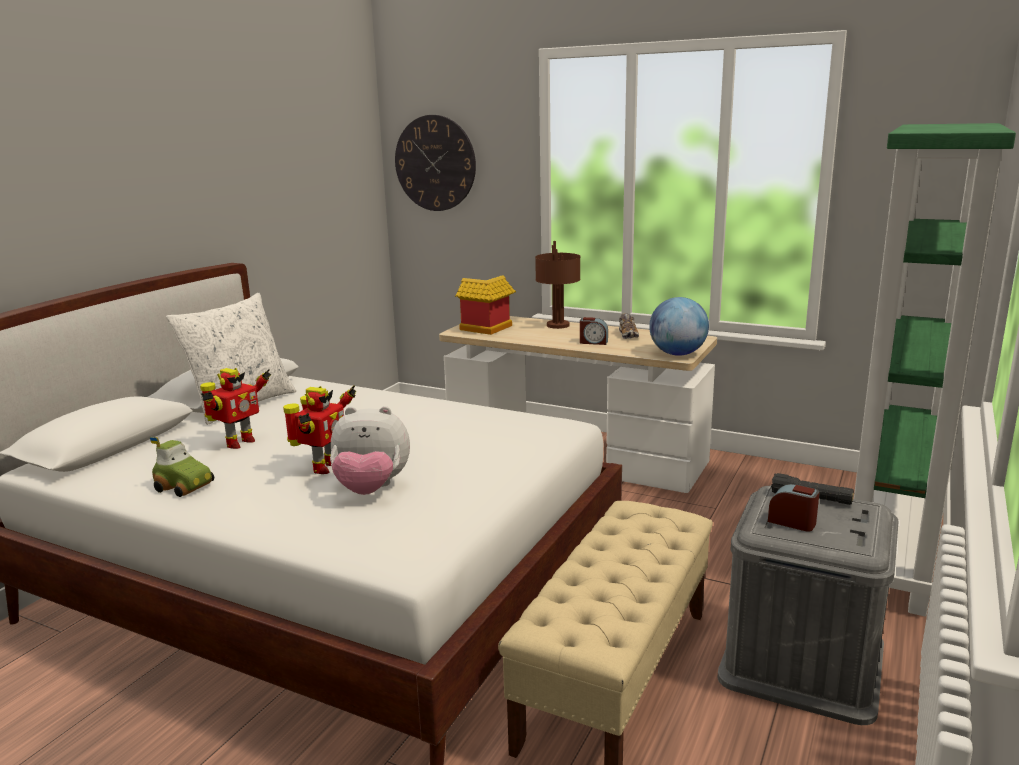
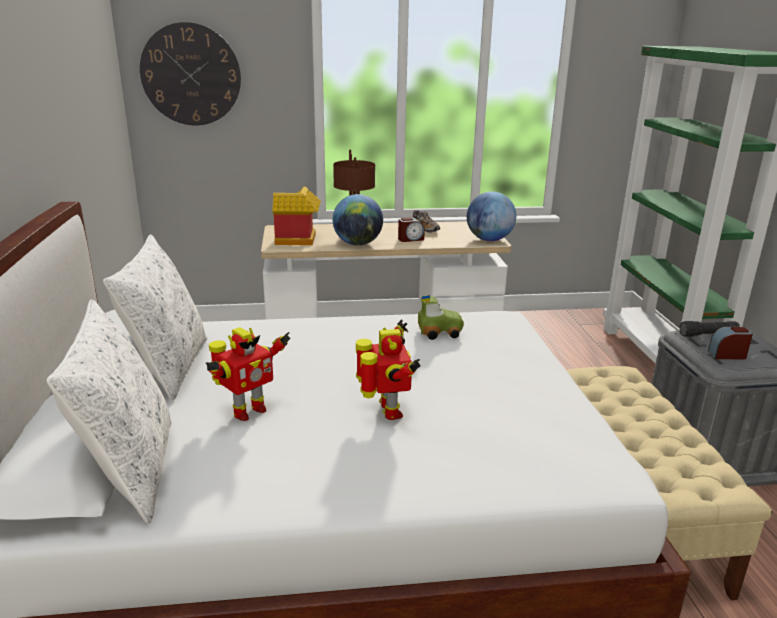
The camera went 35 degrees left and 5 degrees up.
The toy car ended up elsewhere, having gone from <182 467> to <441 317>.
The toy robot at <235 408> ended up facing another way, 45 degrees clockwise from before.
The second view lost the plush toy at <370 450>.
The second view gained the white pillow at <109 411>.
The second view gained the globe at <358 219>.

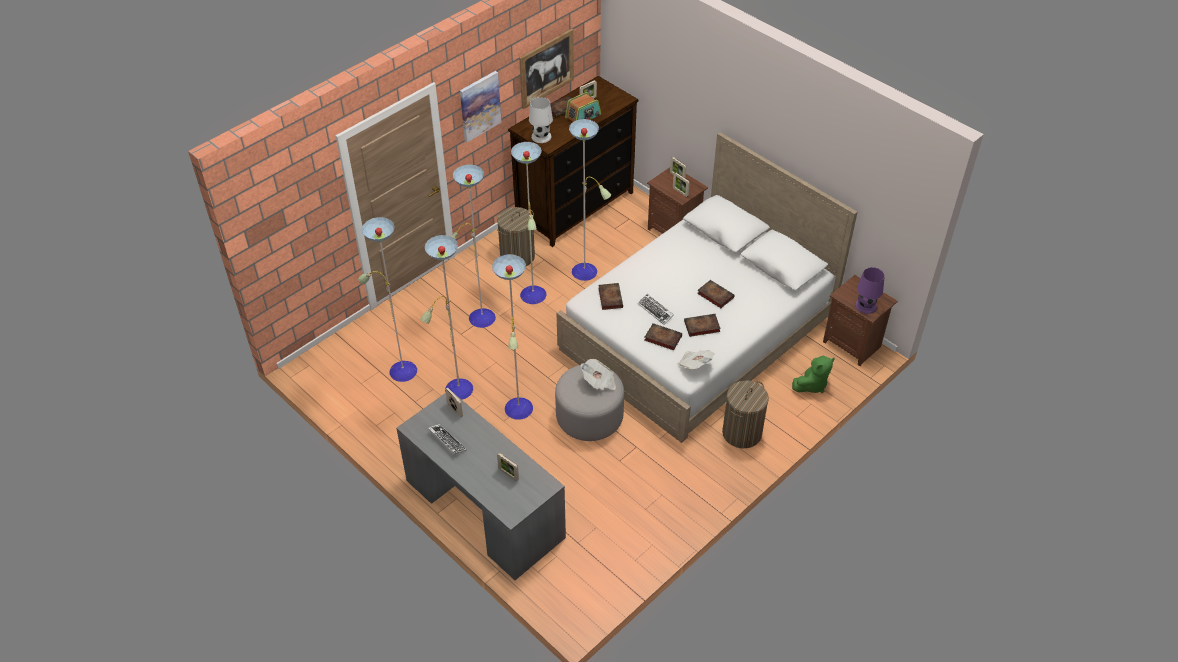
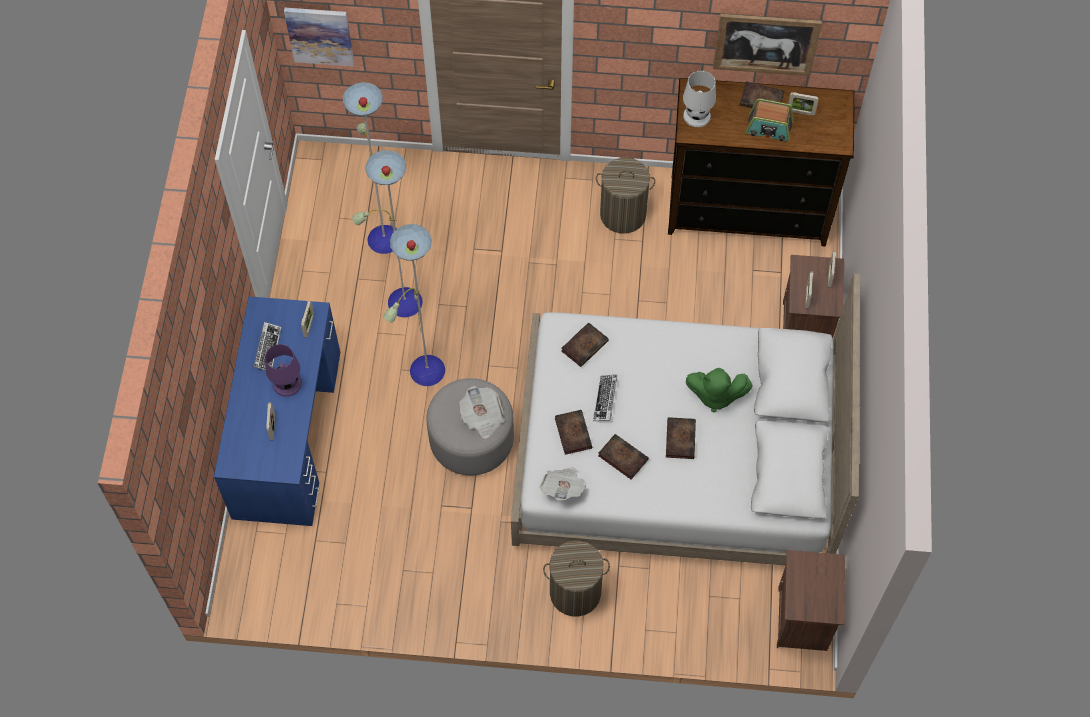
The camera went 50 degrees right and 15 degrees up.
What was the grey desk at <481 486> turned into the blue desk at <277 411>.
The second view lost the floor lamp at <531 223>.
The picture ended up elsewhere, having gone from <480 106> to <319 37>.
The green plush toy ended up elsewhere, having gone from <813 374> to <719 390>.
The purple table lamp ended up elsewhere, having gone from <870 290> to <283 370>.

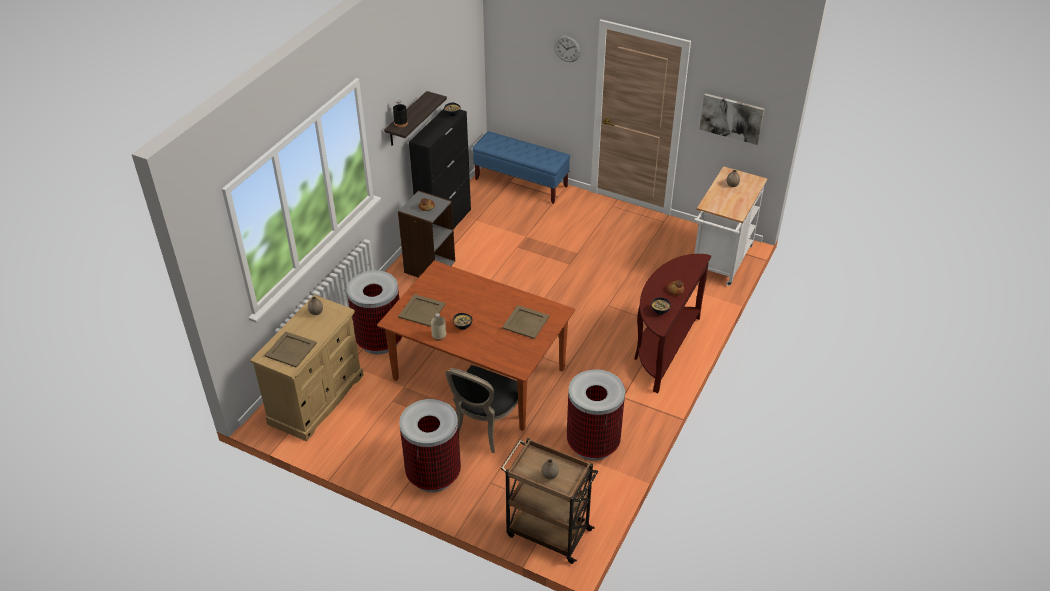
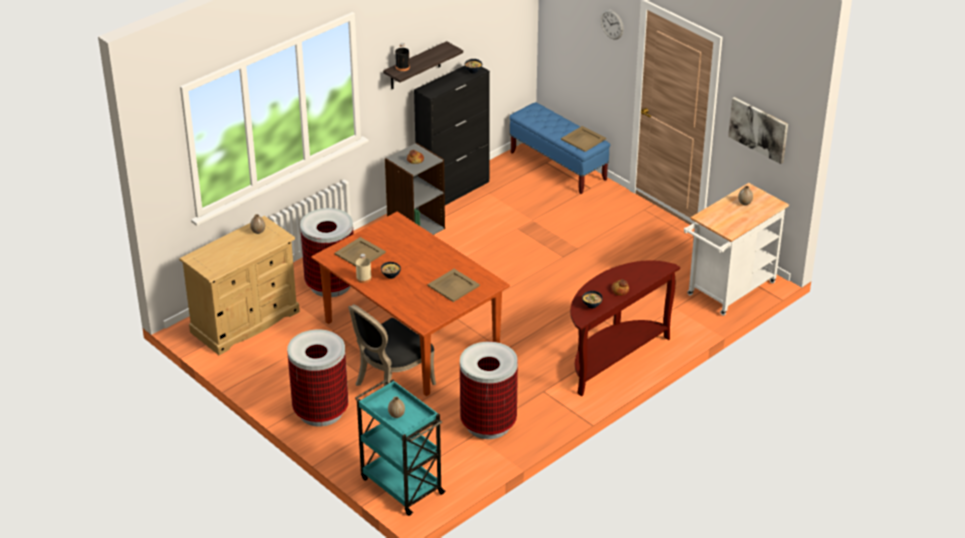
The camera went 20 degrees right and 5 degrees down.
The beige tray ended up elsewhere, having gone from <291 349> to <583 139>.
What was the brown cart at <549 501> turned into the turquoise cart at <400 447>.

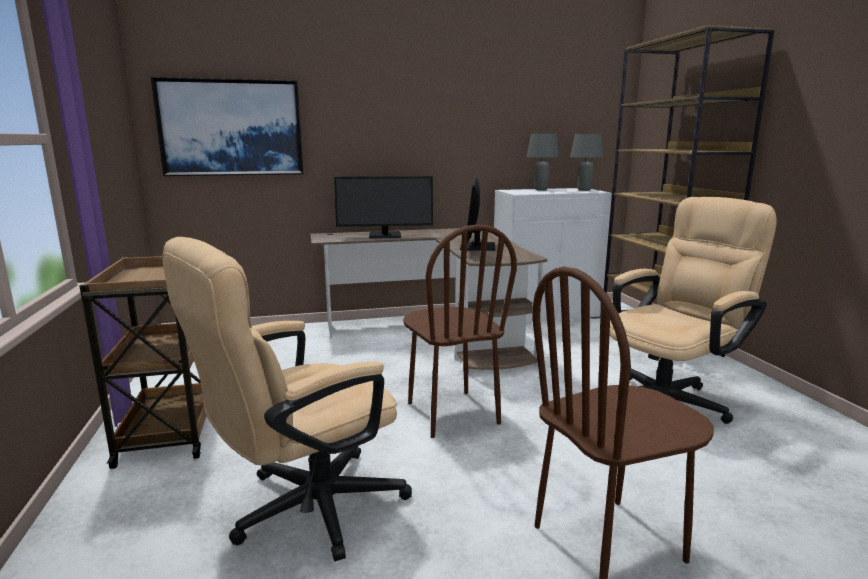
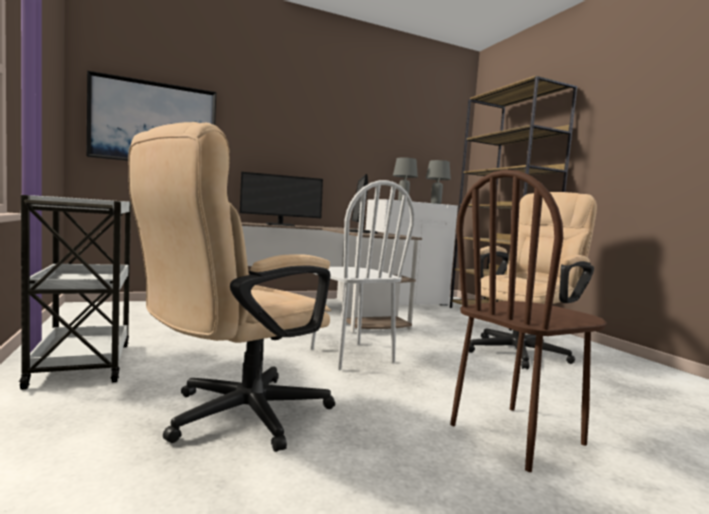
The camera went 10 degrees left and 10 degrees down.
What was the brown cart at <143 362> turned into the white cart at <75 292>.
What was the brown chair at <460 331> turned into the white chair at <362 275>.

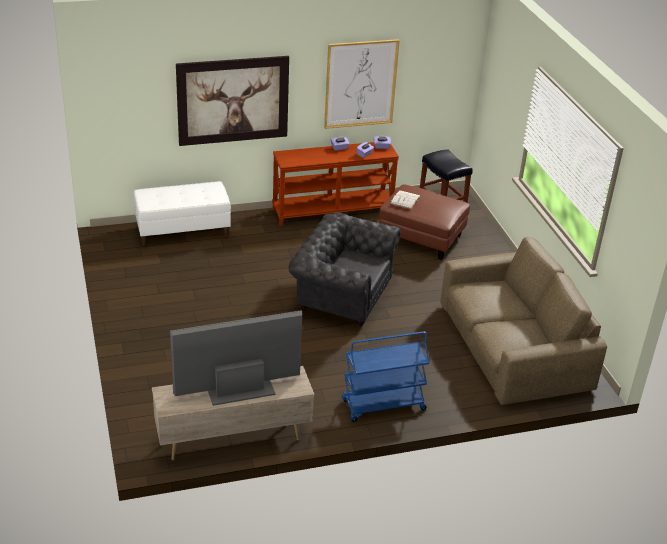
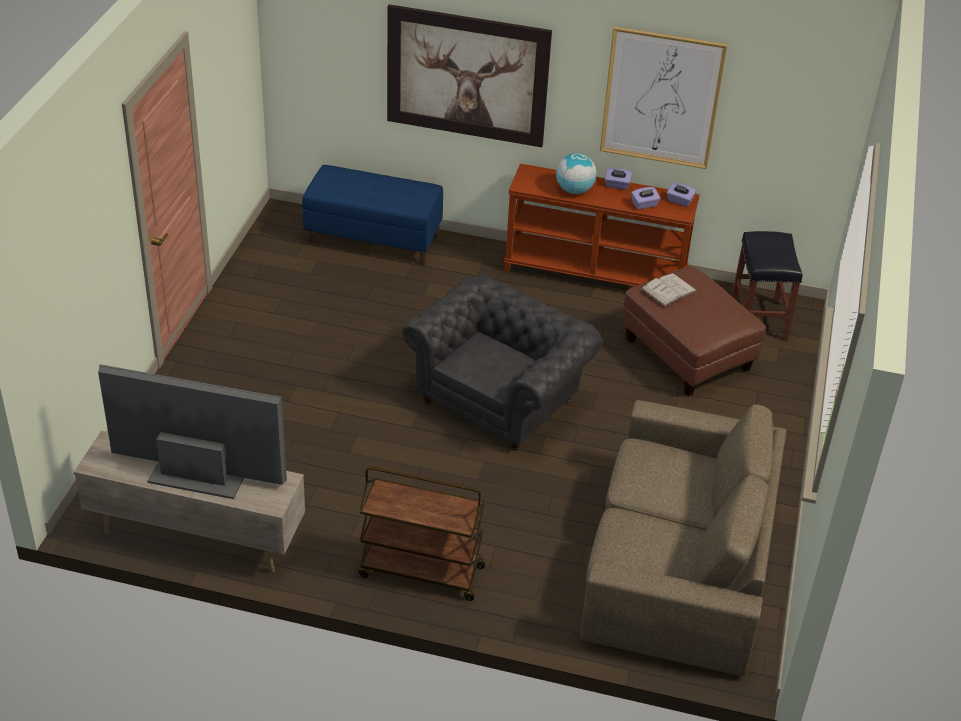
The camera went 30 degrees right and 5 degrees up.
What was the white bench at <182 213> turned into the blue bench at <372 215>.
The grey armchair at <344 269> ended up facing another way, 75 degrees clockwise from before.
What was the blue cart at <386 376> turned into the brown cart at <421 533>.
The second view gained the globe at <576 173>.

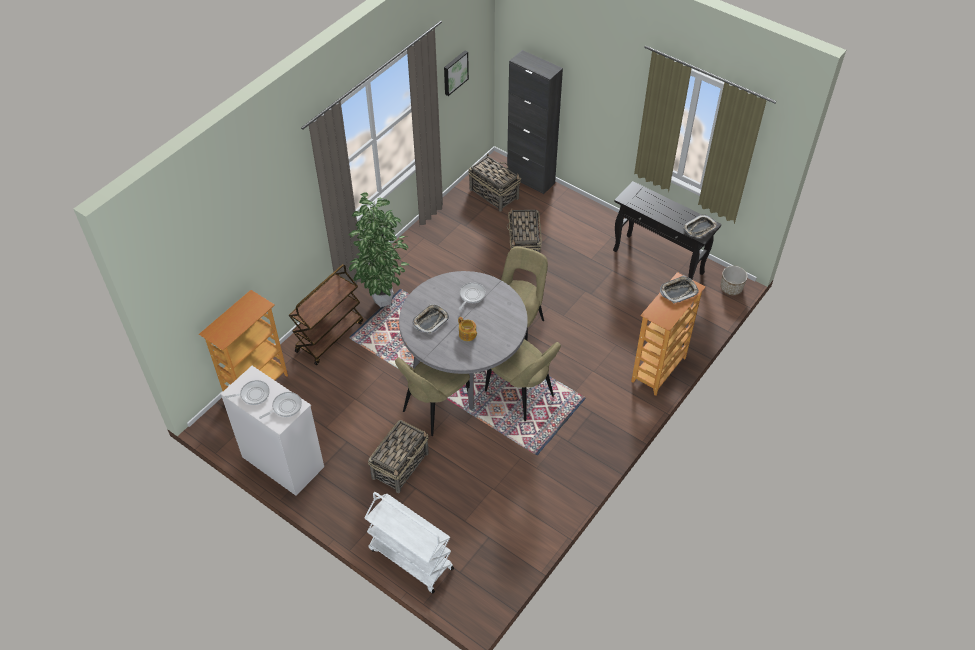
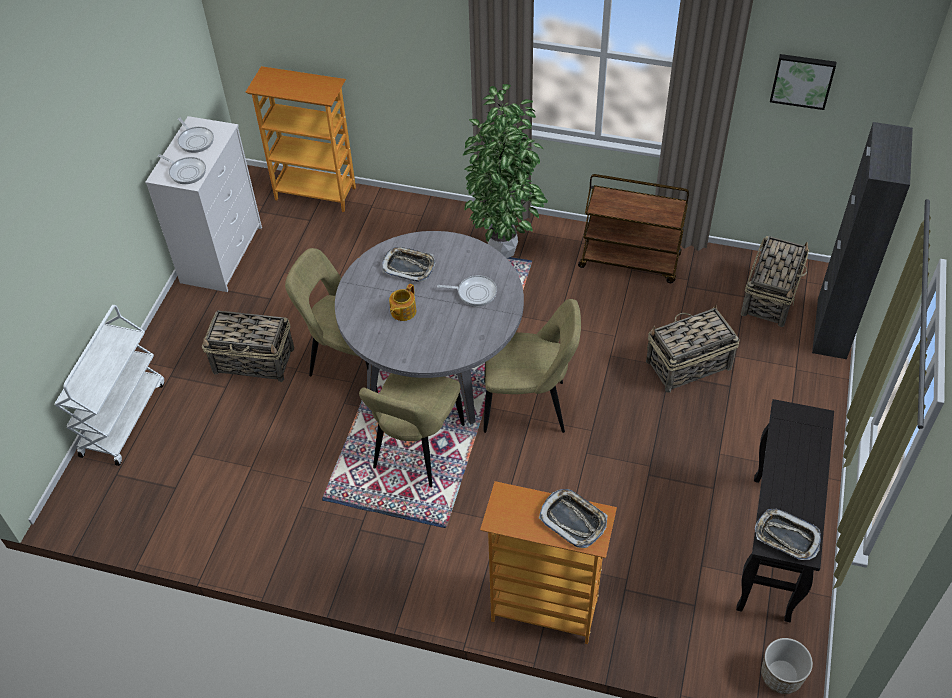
The camera went 70 degrees right and 0 degrees up.
The brown cart ended up elsewhere, having gone from <326 314> to <633 228>.

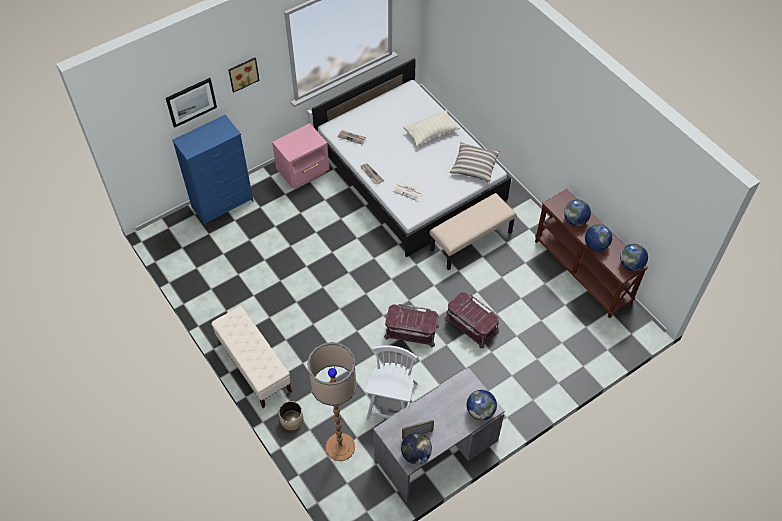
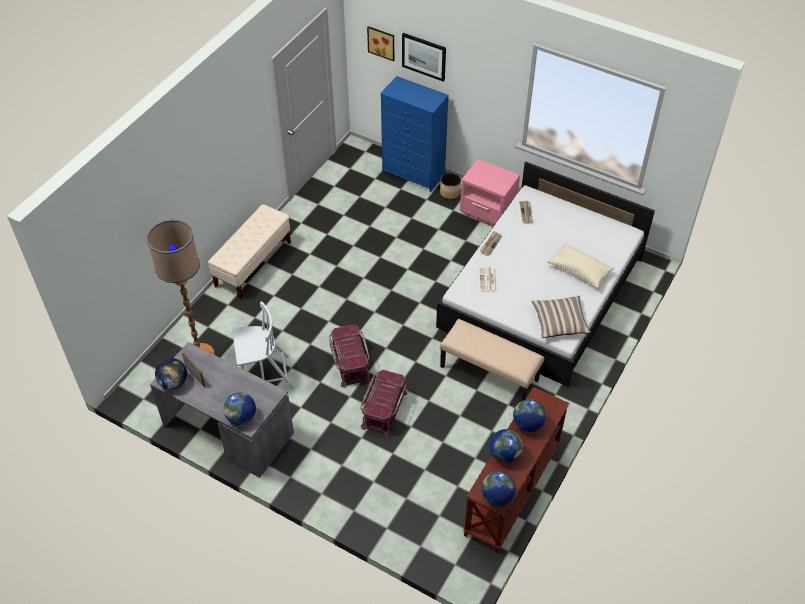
The camera went 65 degrees right and 5 degrees down.
The picture ended up elsewhere, having gone from <244 75> to <380 43>.
The planter ended up elsewhere, having gone from <291 415> to <450 186>.

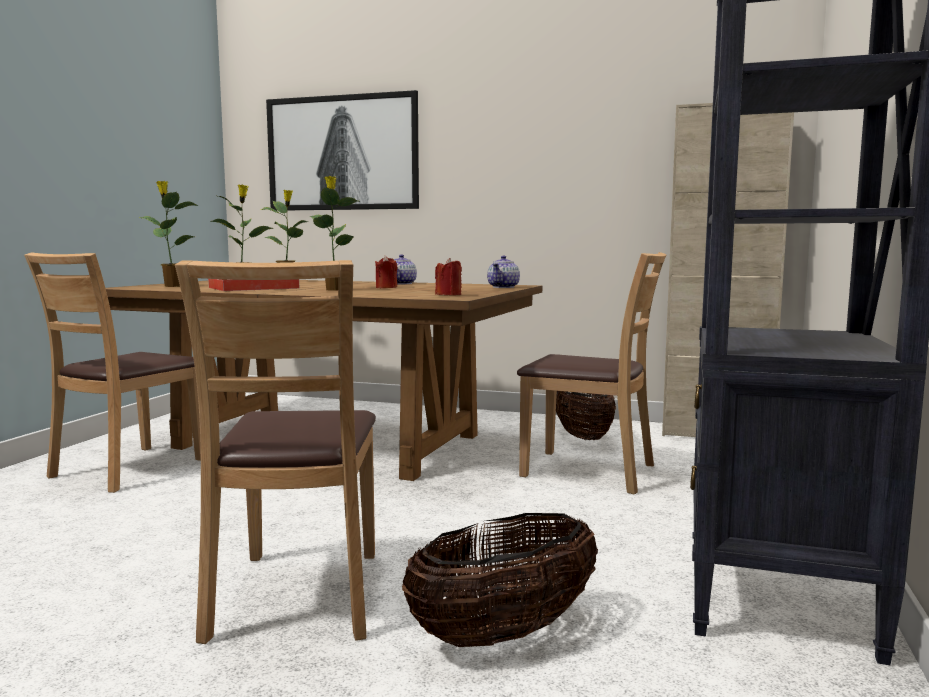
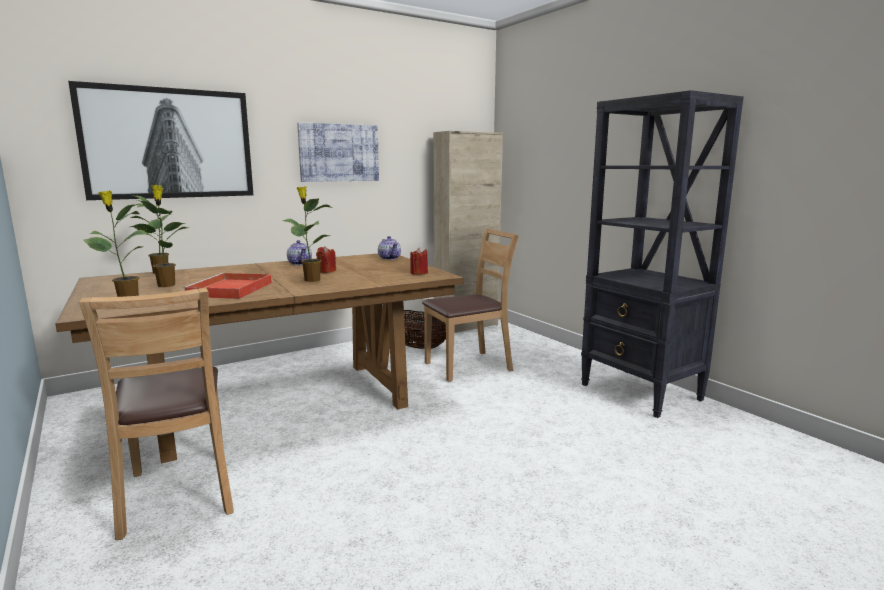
The camera went 50 degrees left and 5 degrees up.
The second view lost the brown chair at <275 452>.
The second view lost the basket at <500 580>.
The second view gained the picture at <338 152>.

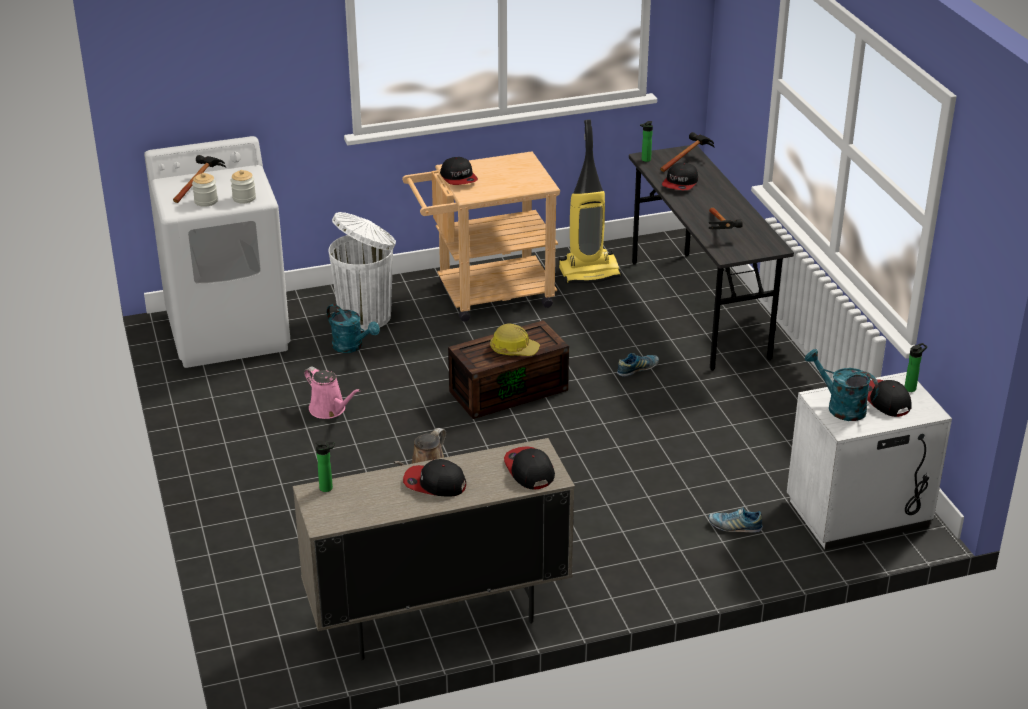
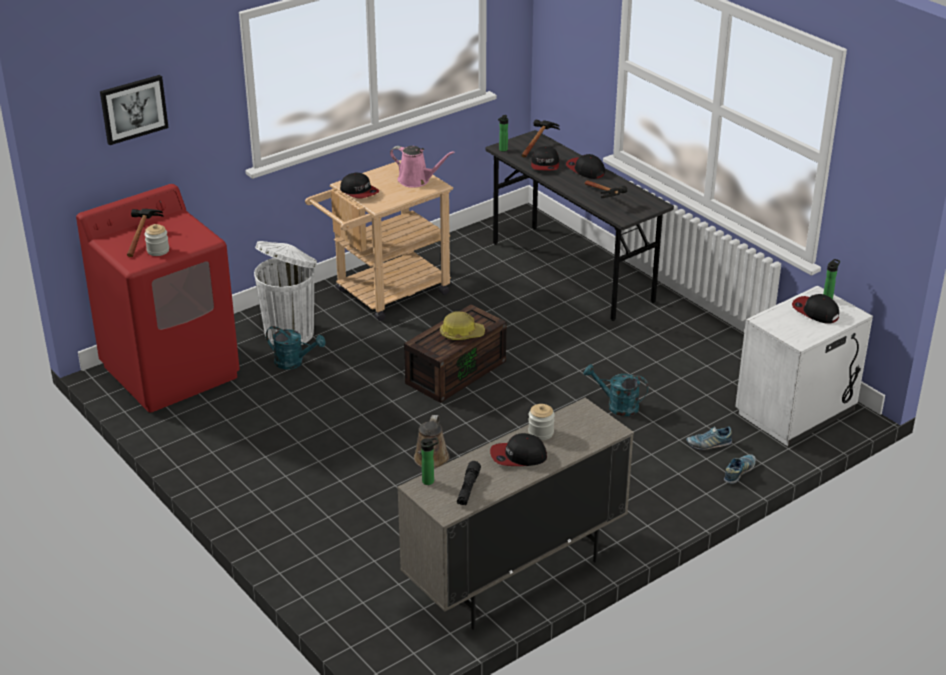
The camera went 20 degrees left and 0 degrees up.
What was the white washing machine at <217 252> turned into the red washing machine at <158 298>.
The jar ended up elsewhere, having gone from <243 187> to <541 422>.
The pink watering can ended up elsewhere, having gone from <332 392> to <422 167>.
The cap ended up elsewhere, having gone from <529 468> to <585 166>.
The second view lost the vacuum cleaner at <590 201>.
The shoe ended up elsewhere, having gone from <638 365> to <740 469>.
The turquoise watering can ended up elsewhere, having gone from <842 385> to <616 390>.
The second view gained the picture at <134 110>.
The second view gained the black flashlight at <469 483>.

